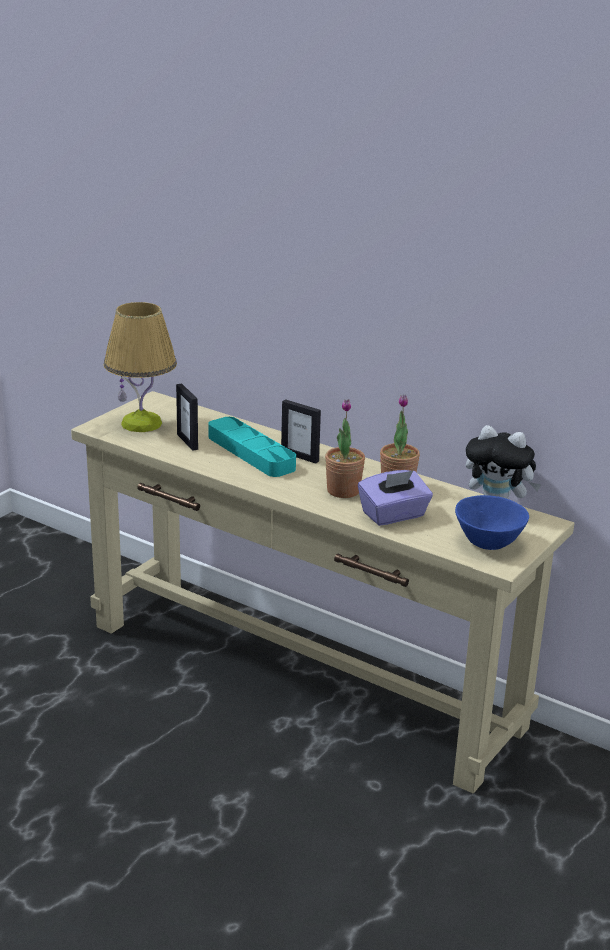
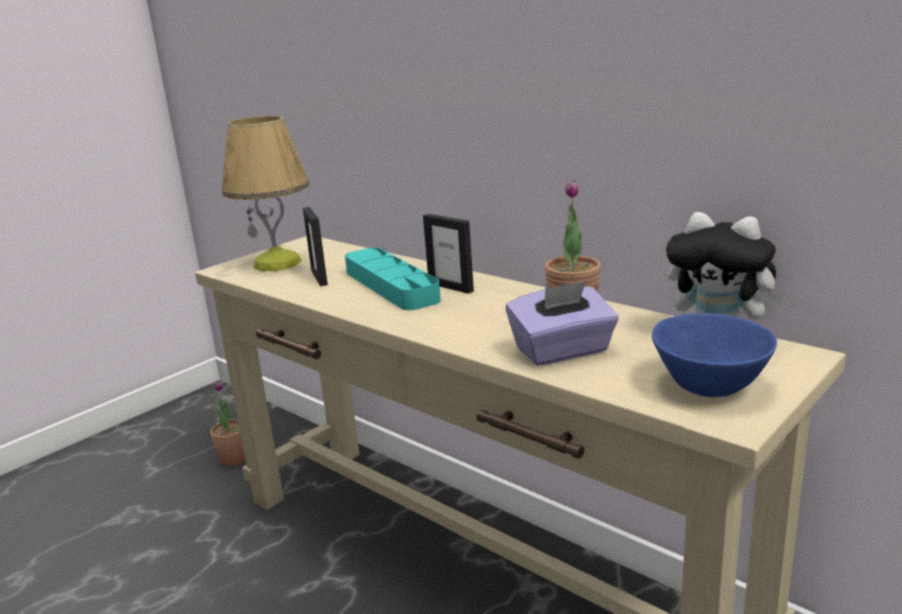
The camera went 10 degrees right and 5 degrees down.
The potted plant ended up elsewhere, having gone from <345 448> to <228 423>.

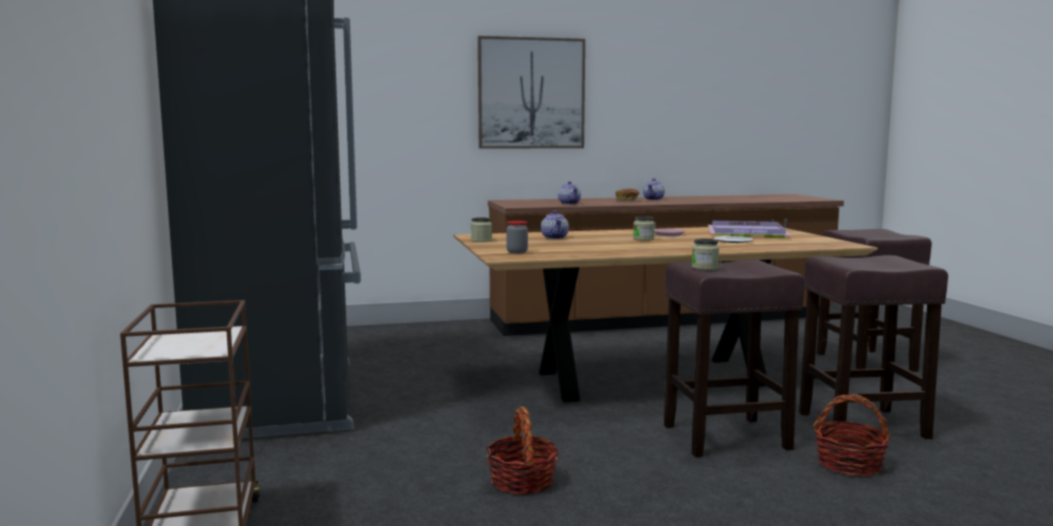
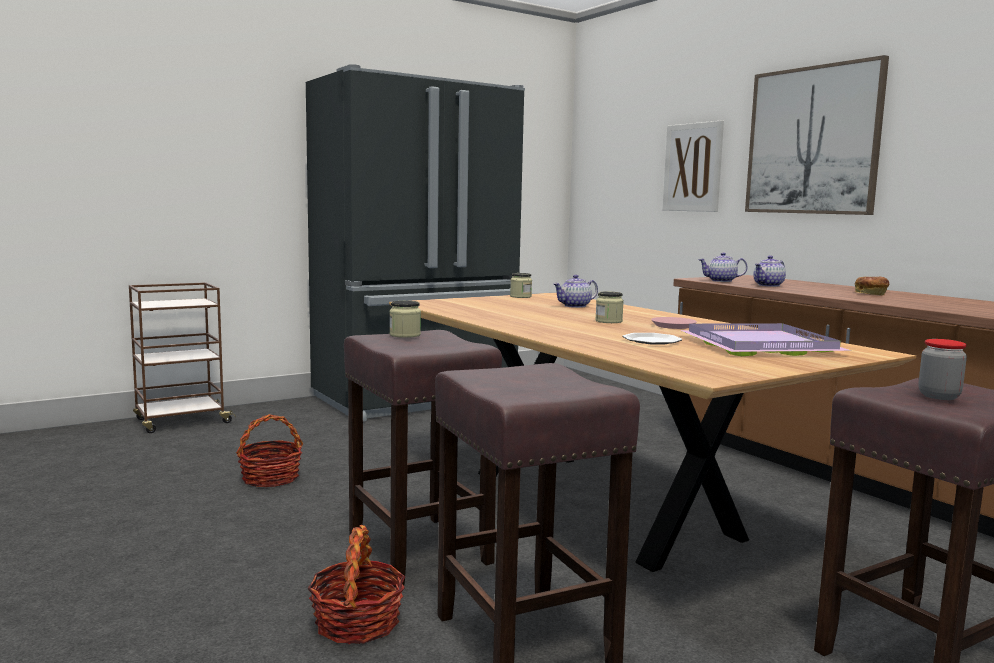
The camera went 70 degrees right and 0 degrees up.
The jar ended up elsewhere, having gone from <517 237> to <942 369>.
The teapot ended up elsewhere, having gone from <654 189> to <723 267>.
The second view gained the picture at <693 166>.

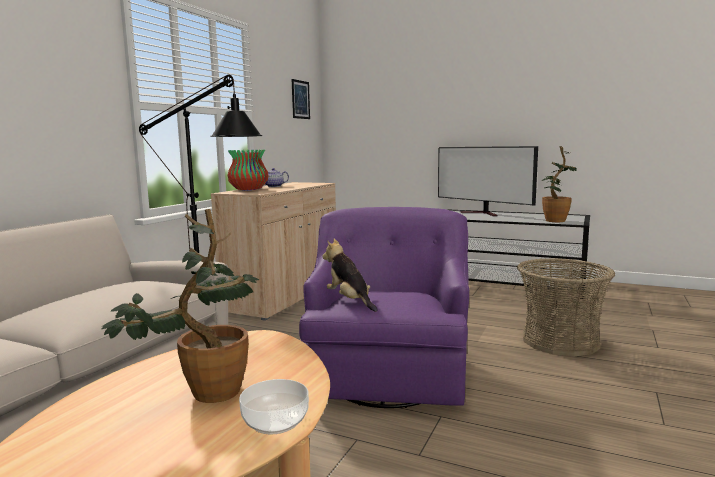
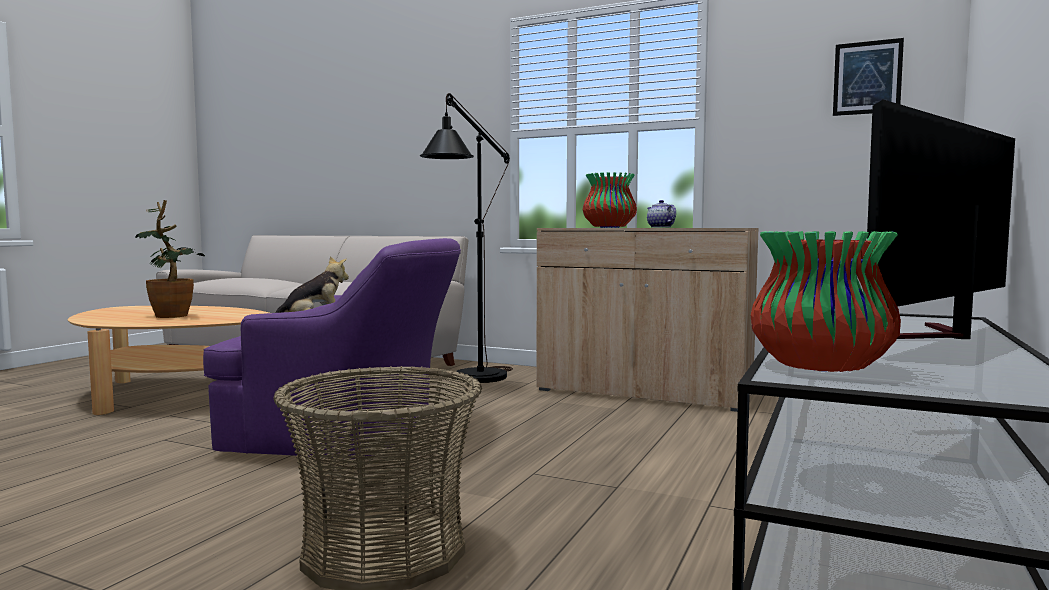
The camera went 90 degrees right and 5 degrees down.
The second view lost the bowl at <274 406>.
Where the potted plant stood at <559 184>, the vase came to stand at <826 301>.

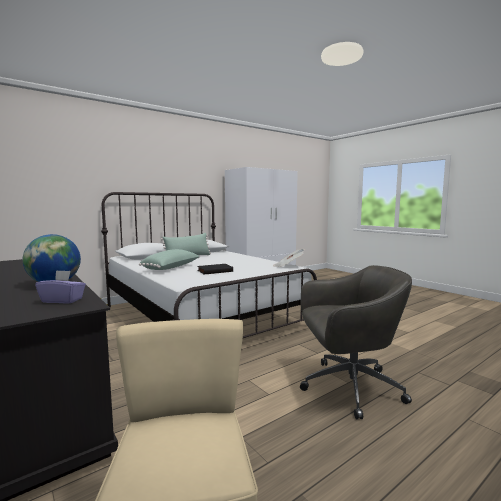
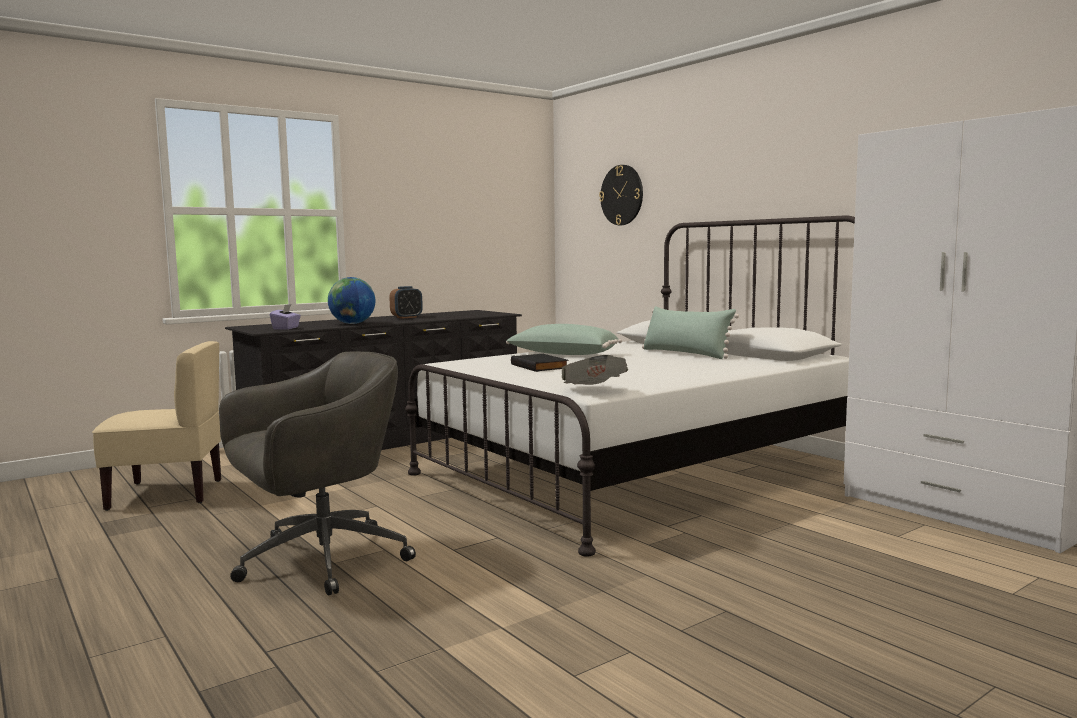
The camera went 90 degrees right and 0 degrees up.
The grey office chair at <356 342> ended up facing another way, 120 degrees counterclockwise from before.
The second view gained the alarm clock at <406 302>.
The second view gained the wall clock at <621 195>.

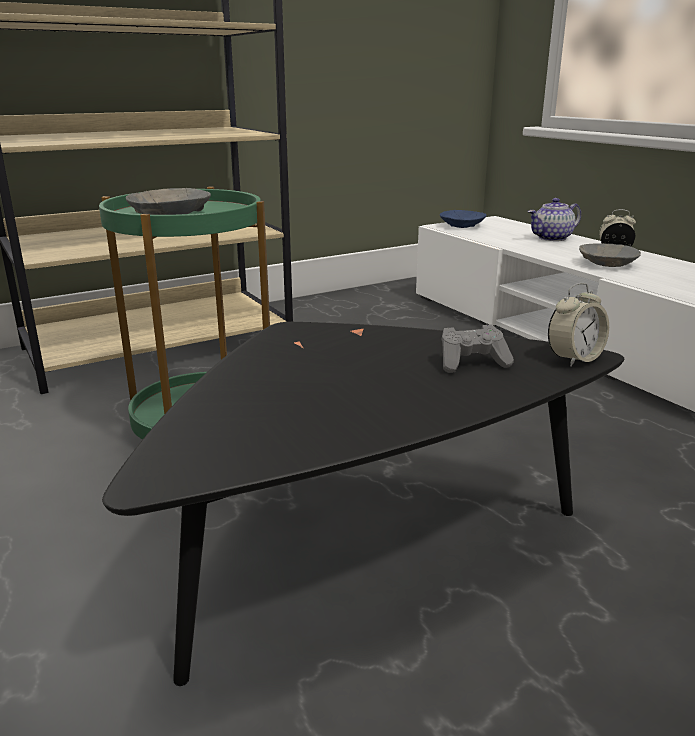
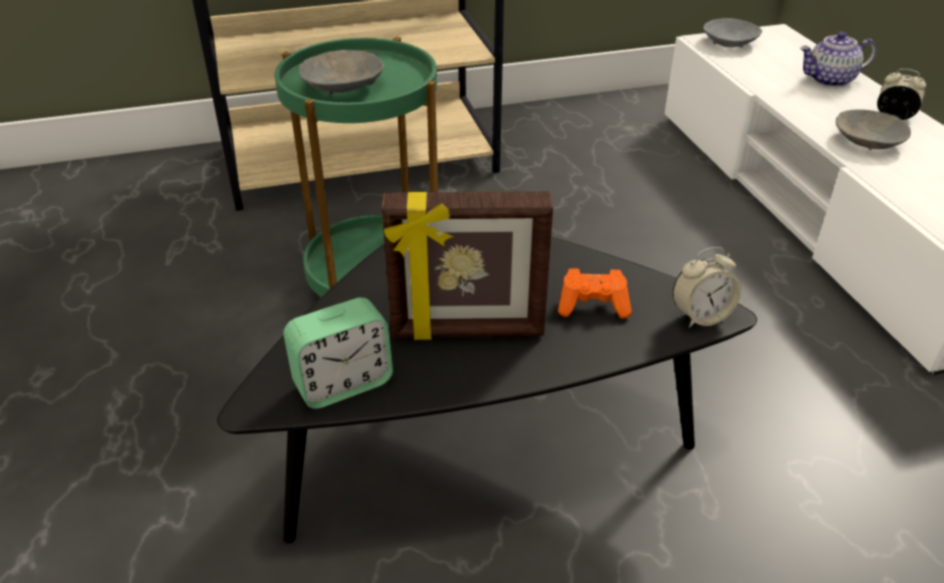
The camera went 15 degrees right and 15 degrees up.
What was the blue bowl at <463 219> turned into the grey bowl at <732 33>.
What was the grey game controller at <477 348> turned into the orange game controller at <595 293>.
The second view gained the alarm clock at <338 353>.
The second view gained the picture frame at <467 265>.

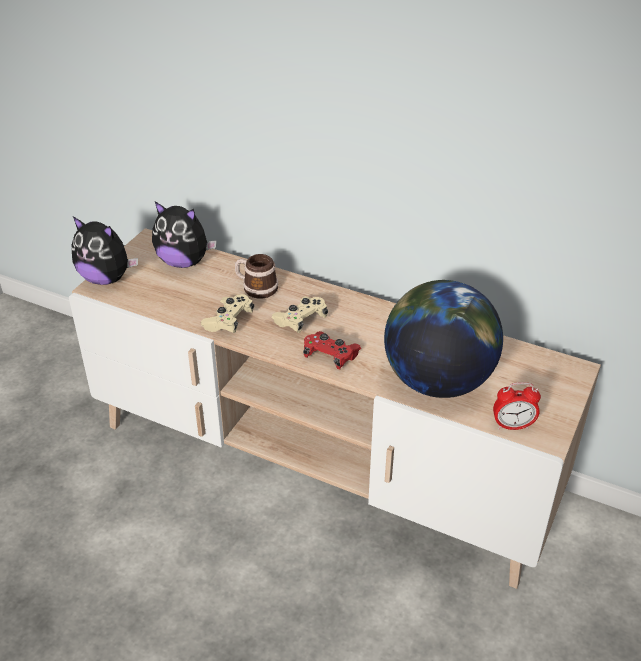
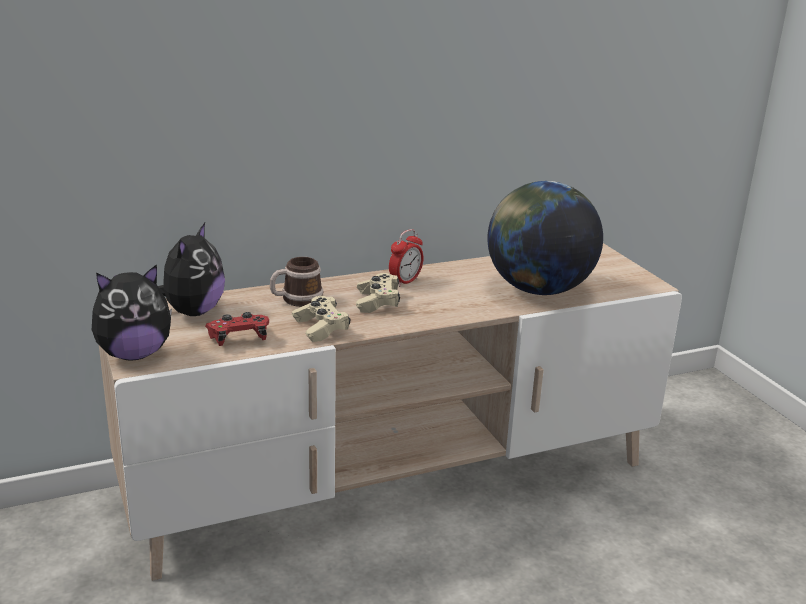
The camera went 50 degrees left and 15 degrees down.
The plush toy at <184 235> ended up facing another way, 45 degrees counterclockwise from before.
The red game controller ended up elsewhere, having gone from <332 350> to <237 329>.
The alarm clock ended up elsewhere, having gone from <517 406> to <406 258>.

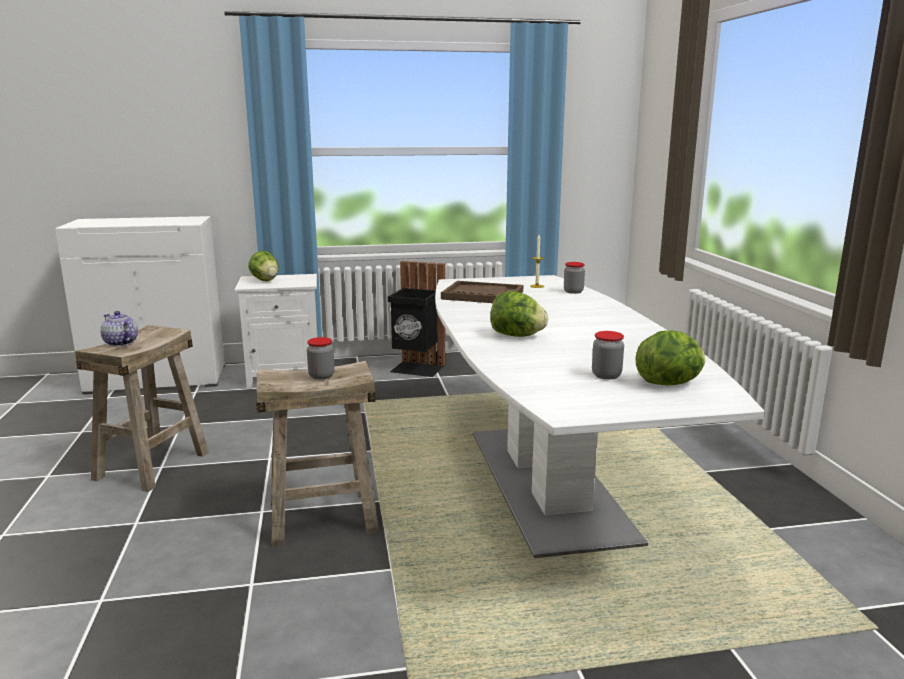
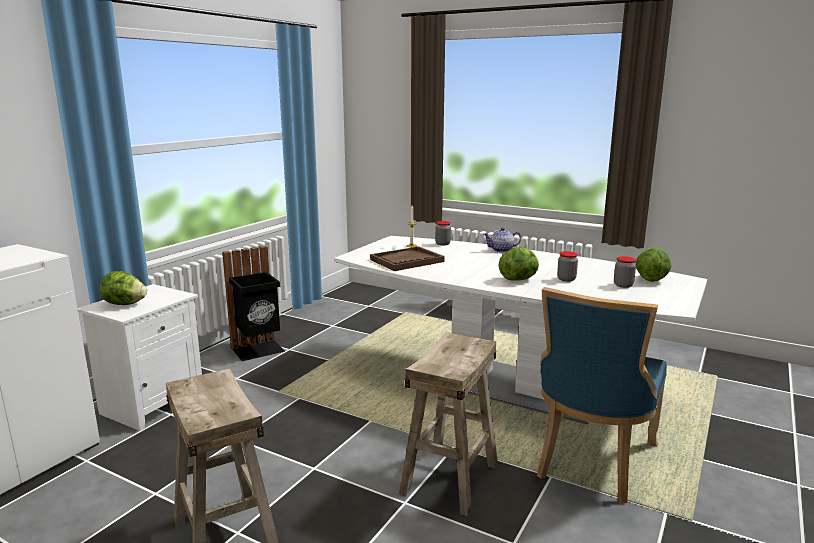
The camera went 50 degrees left and 0 degrees up.
The teapot ended up elsewhere, having gone from <119 328> to <502 239>.
The jar ended up elsewhere, having gone from <321 358> to <567 266>.
The second view gained the blue chair at <602 395>.

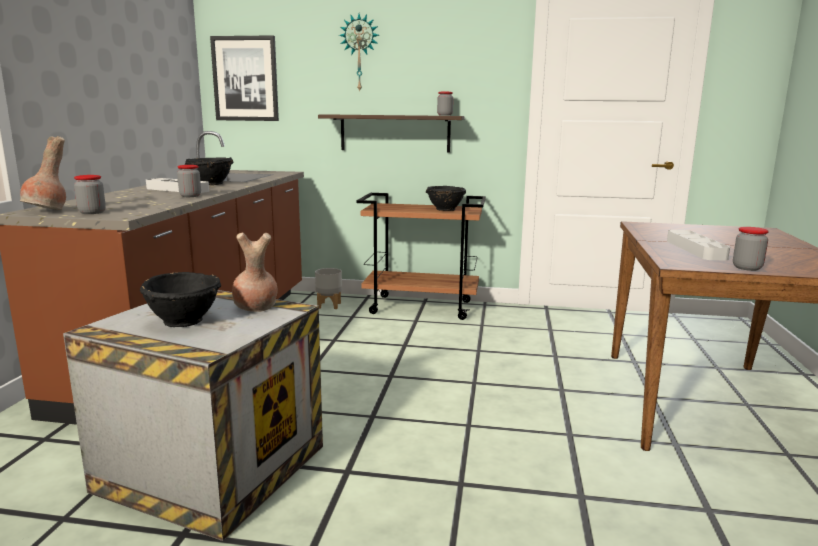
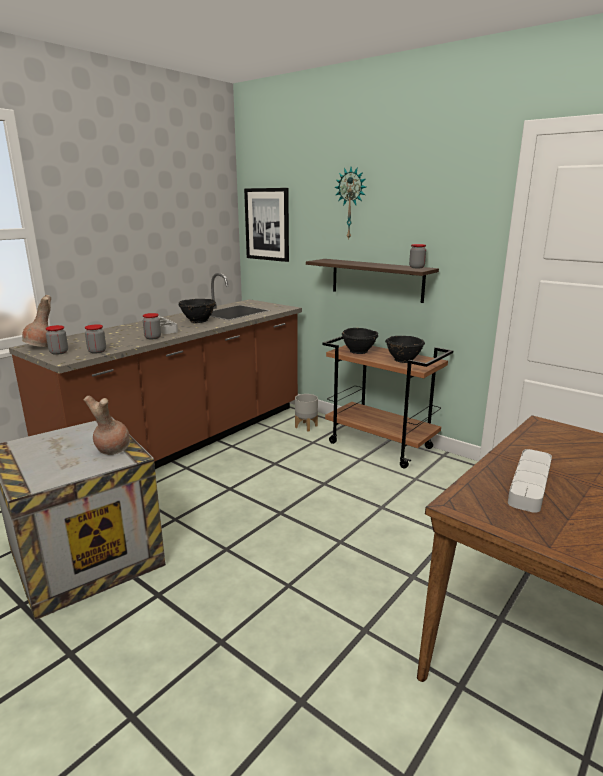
The camera went 30 degrees right and 5 degrees up.
The black bowl ended up elsewhere, having gone from <180 299> to <360 341>.
The jar ended up elsewhere, having gone from <751 249> to <95 339>.

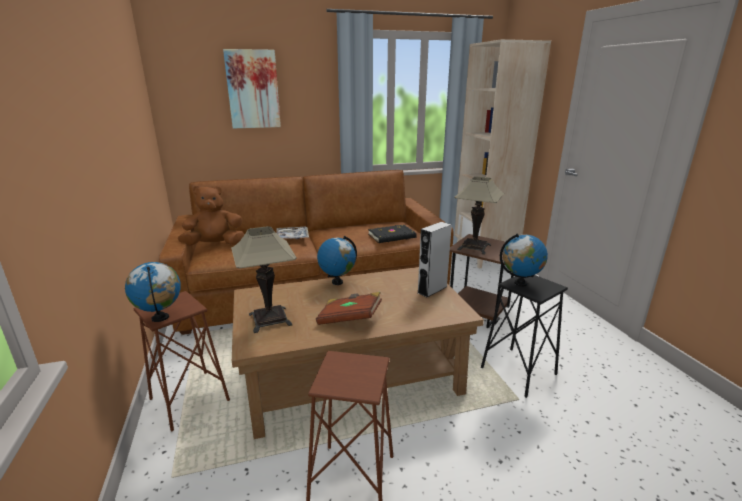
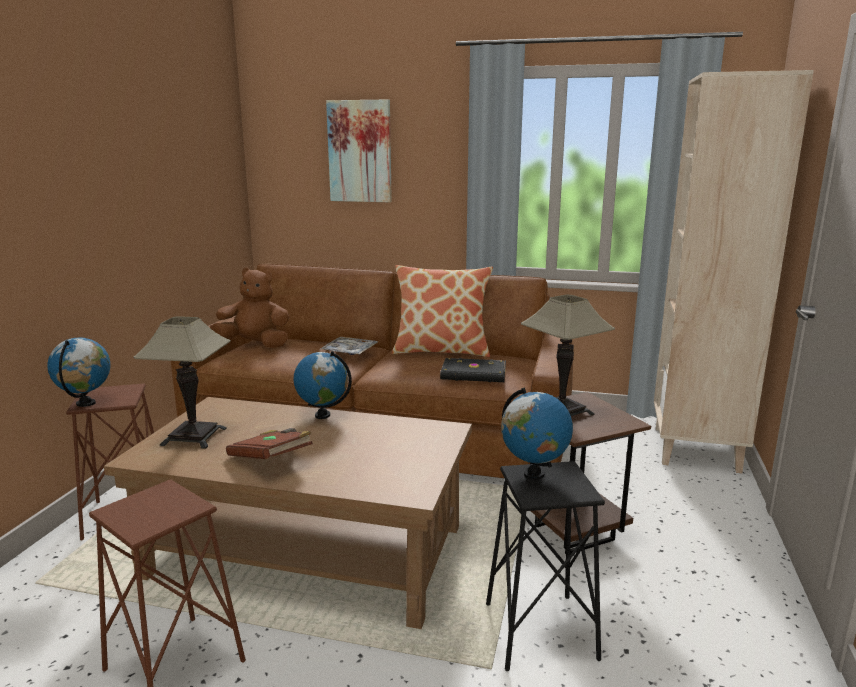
The camera went 30 degrees right and 5 degrees down.
The second view lost the grey speaker at <435 260>.
The second view gained the pillow at <442 311>.

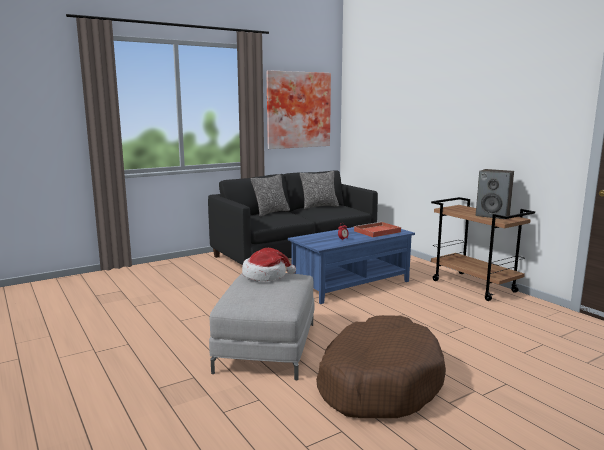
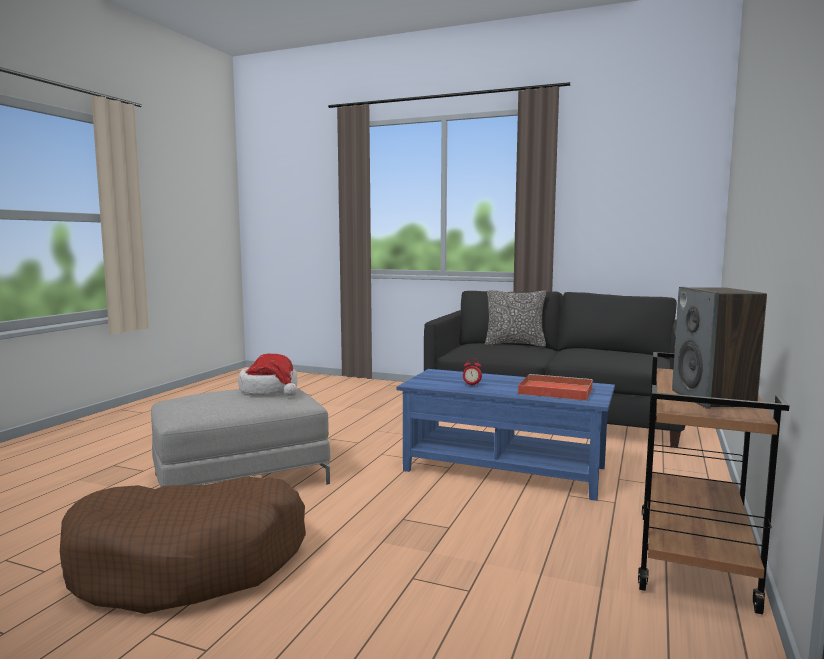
The camera went 55 degrees right and 5 degrees down.
The second view lost the picture at <298 109>.
The second view lost the pillow at <319 190>.

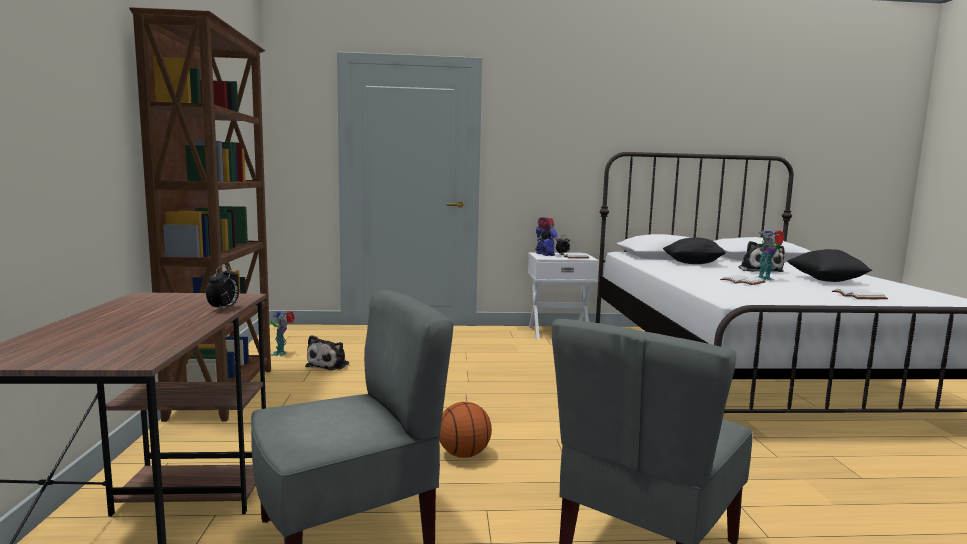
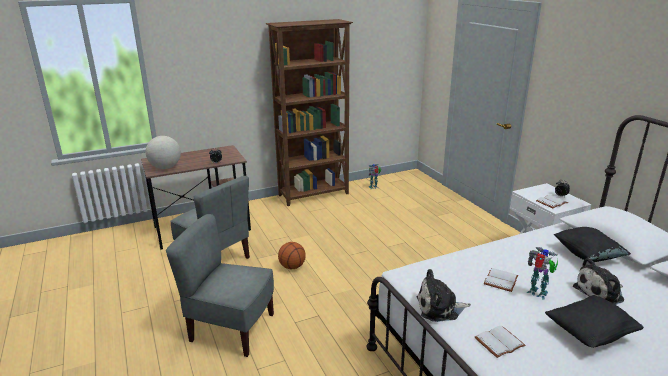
The camera went 70 degrees right and 15 degrees up.
The plush toy ended up elsewhere, having gone from <327 352> to <444 295>.
The second view lost the toy robot at <547 236>.
The second view gained the globe at <163 152>.

